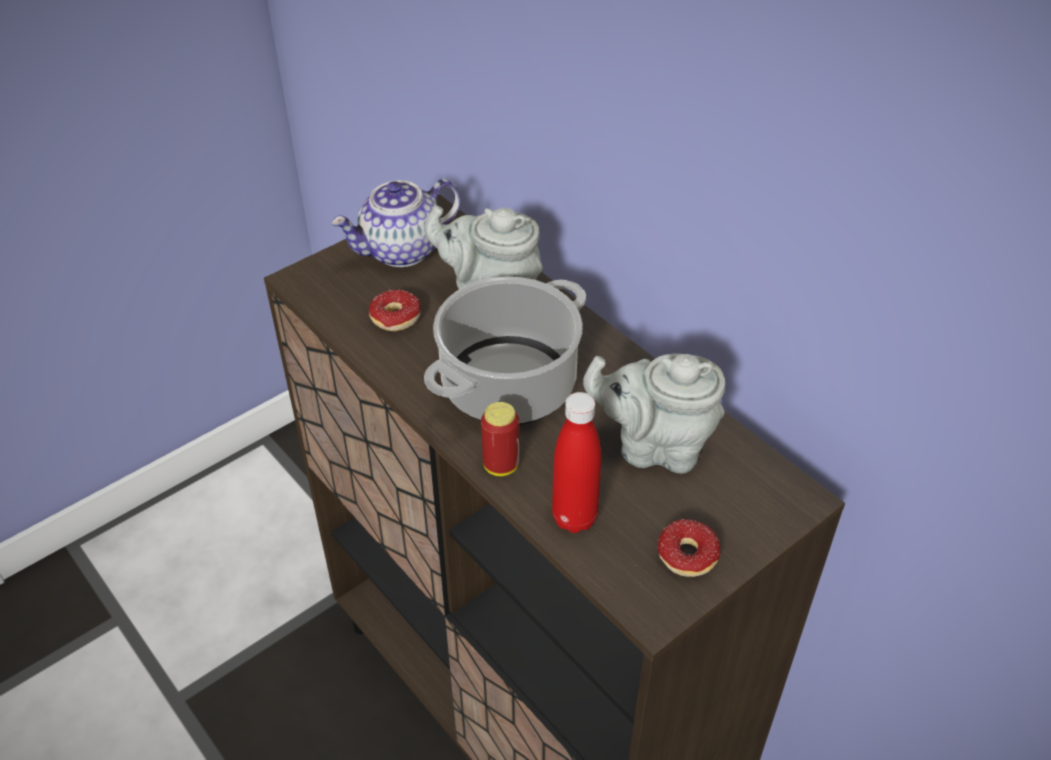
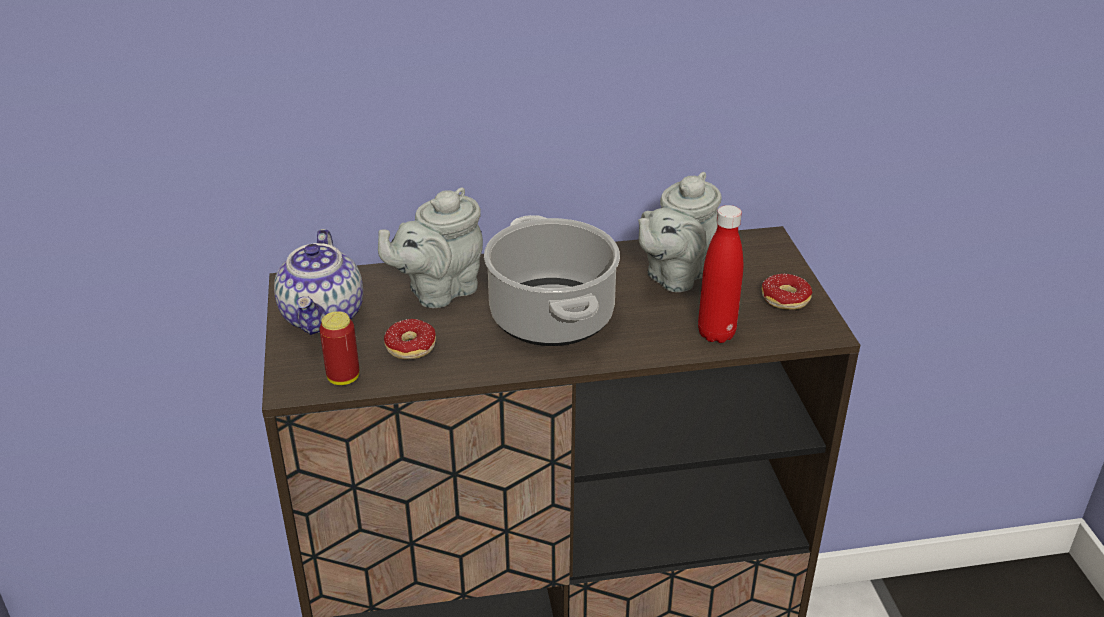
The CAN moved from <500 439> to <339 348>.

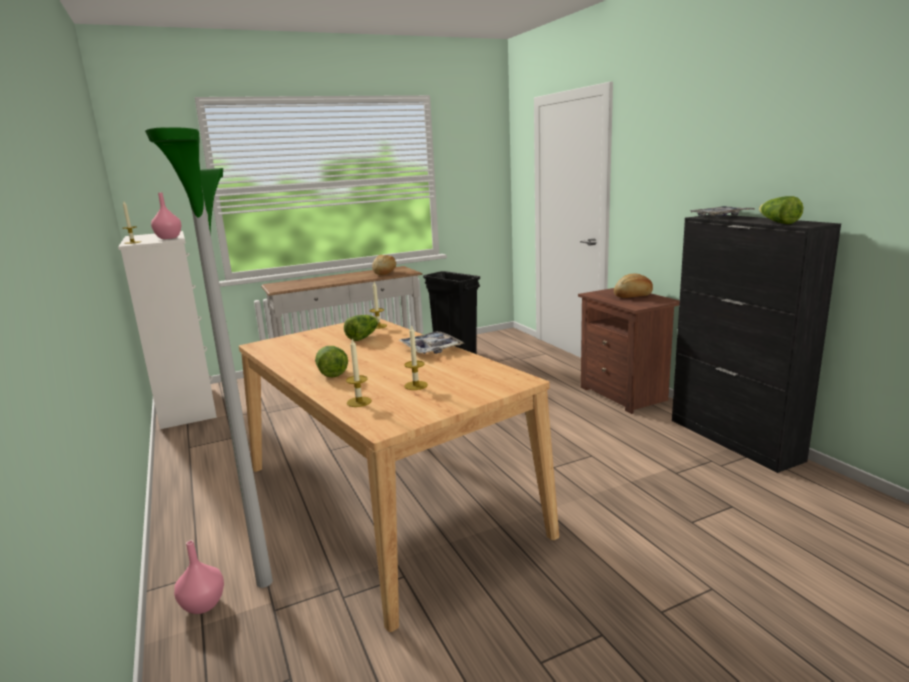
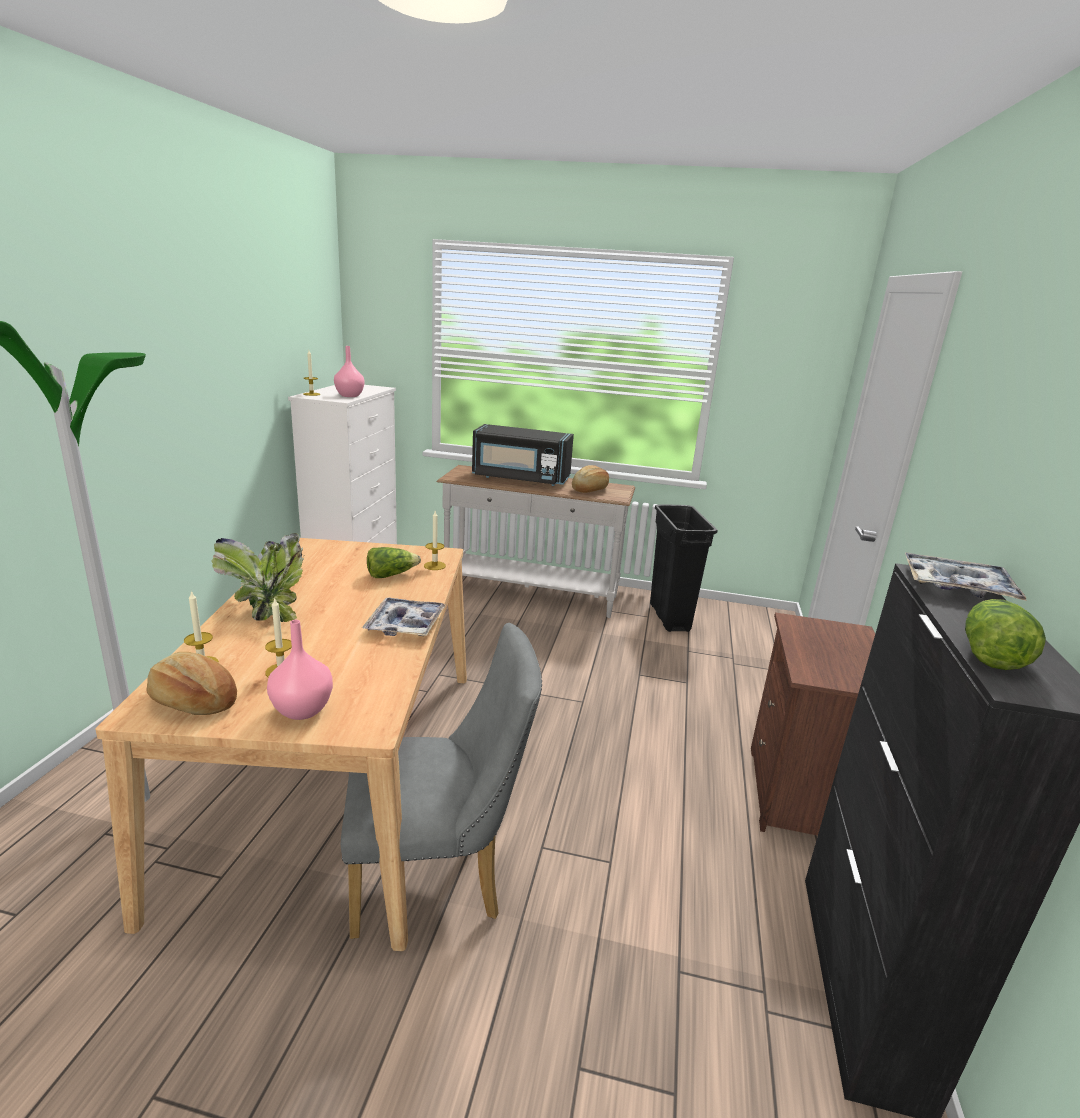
The PINK VASE moved from <199 577> to <300 670>. The LETTUCE at <331 362> was replaced by the POTTED PLANT at <258 577>. The BREAD moved from <633 286> to <192 683>. The GREY PLAIN CHAIR at <441 781> appeared. The BLACKISH MICROWAVE at <523 455> appeared.

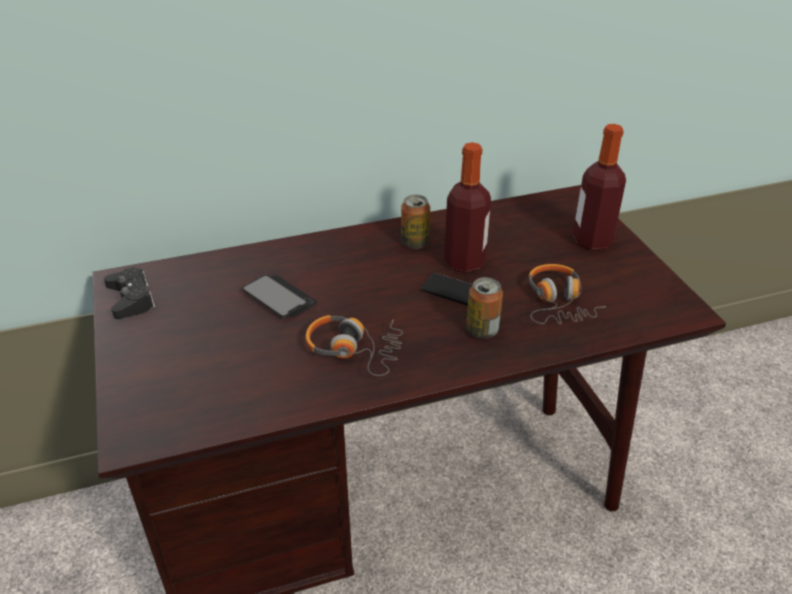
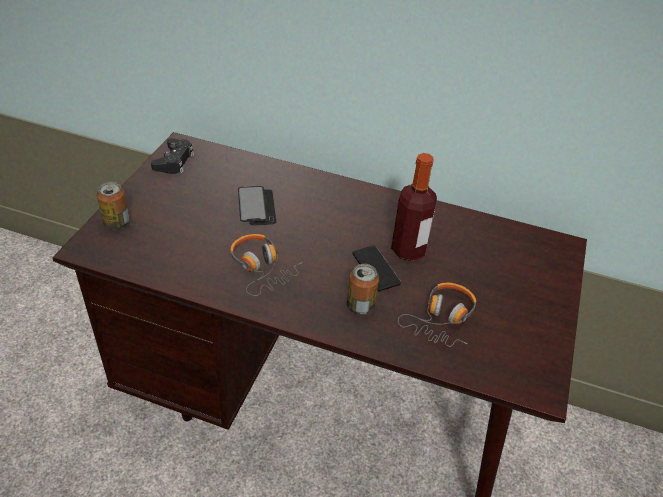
The CAN moved from <415 222> to <113 206>. The BOTTLE at <599 187> disappeared.

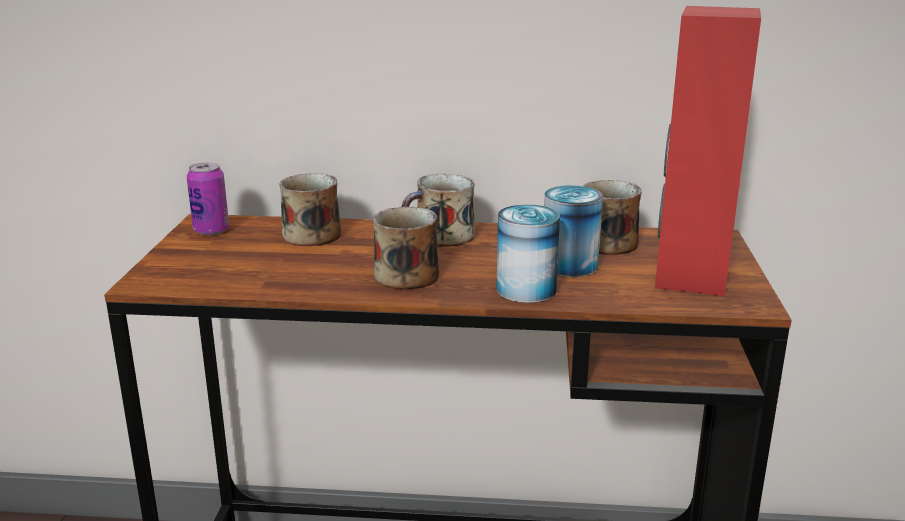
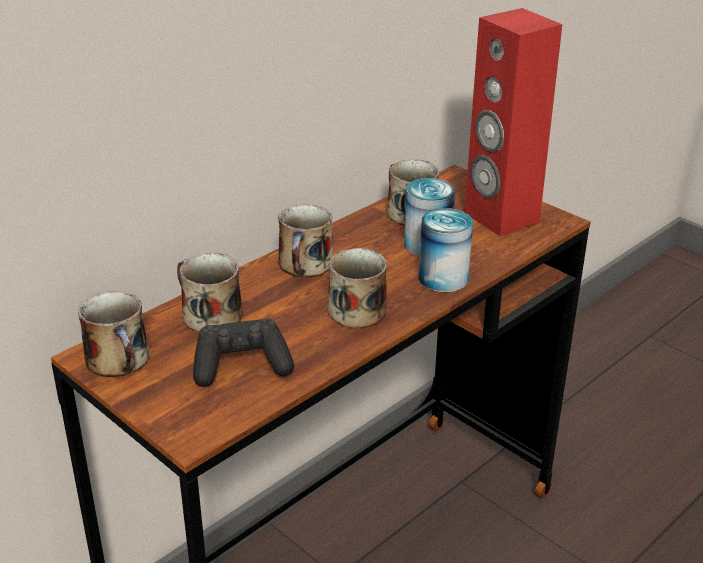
The CAN at <208 199> was replaced by the TEA MUG at <113 334>. The BLACKISH GAMEPAD at <243 352> appeared.

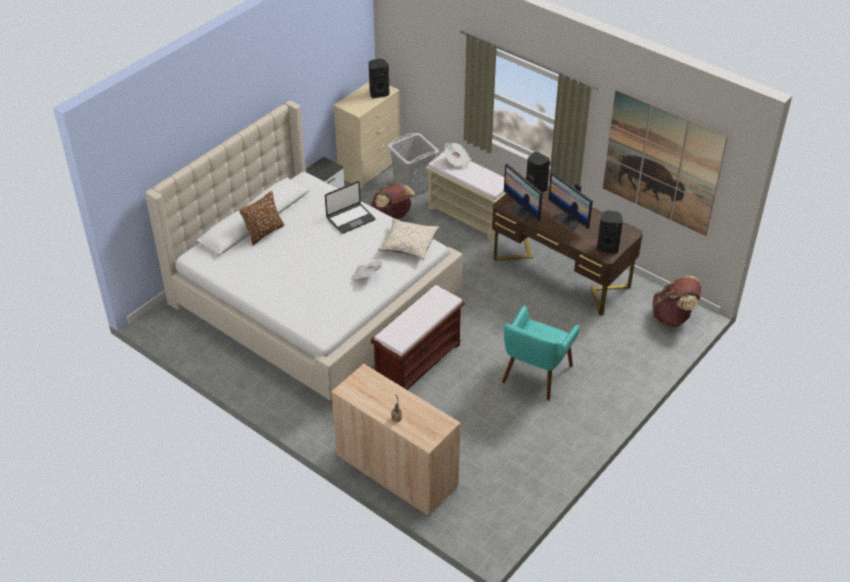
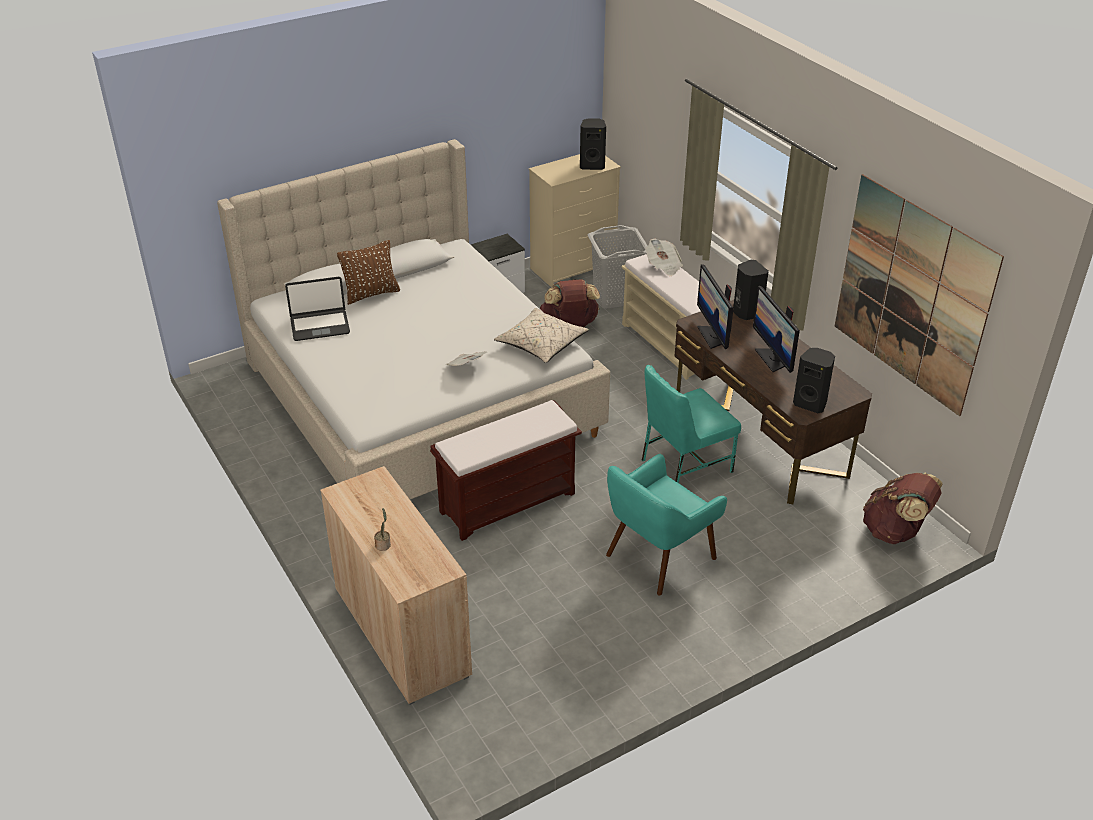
The NOTEBOOK COMPUTER moved from <350 207> to <317 309>. The BLUE-GREEN PLAIN CHAIR at <691 424> appeared.

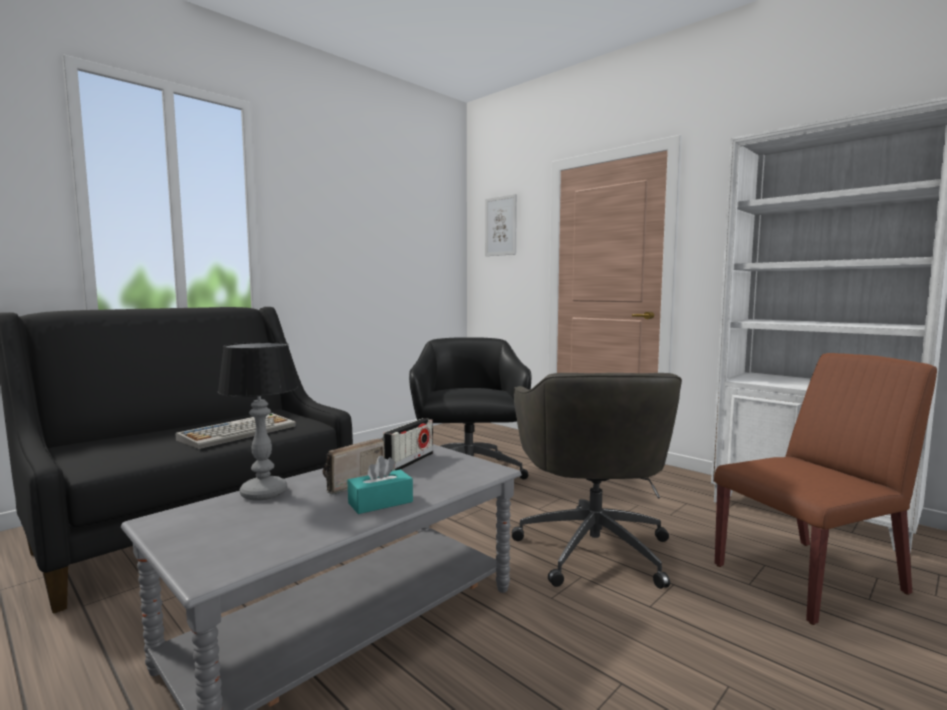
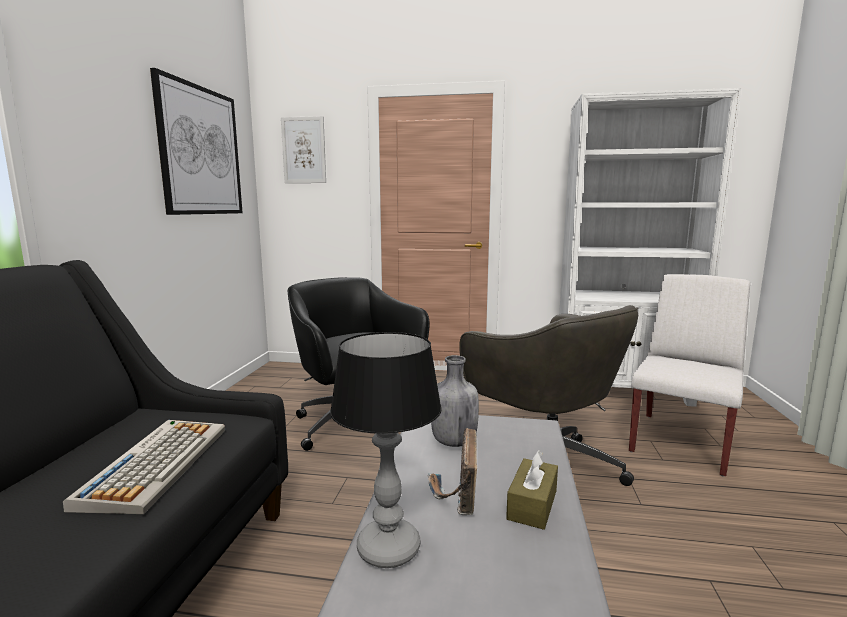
The BLUE-GREEN TISSUE BOX at <380 484> became the BROWN TISSUE BOX at <532 490>. The RADIO SET at <408 444> was replaced by the GREY BOTTLE at <455 401>. The BROWN PLAIN CHAIR at <825 489> became the WHITISH PLAIN CHAIR at <689 375>. The WALL ART at <196 141> appeared.

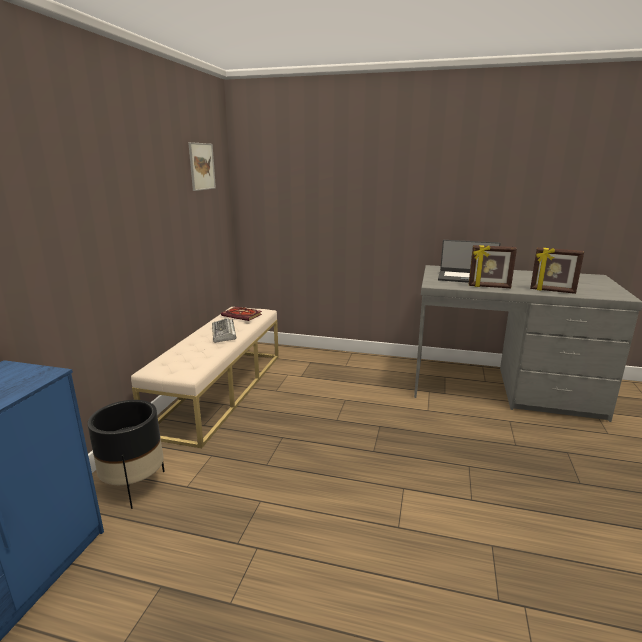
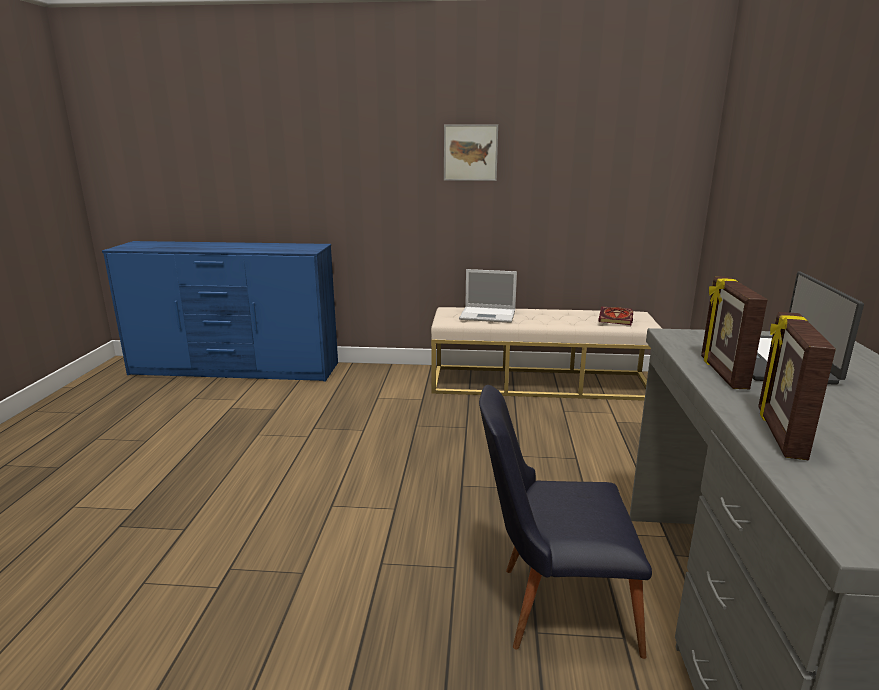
The BLACKISH PLANTER at <126 454> disappeared. The WALL ART moved from <202 166> to <471 152>. The COMPUTER KEYBOARD at <224 330> disappeared. The NOTEBOOK COMPUTER at <488 296> appeared. The BLACKISH PLAIN CHAIR at <565 522> appeared.

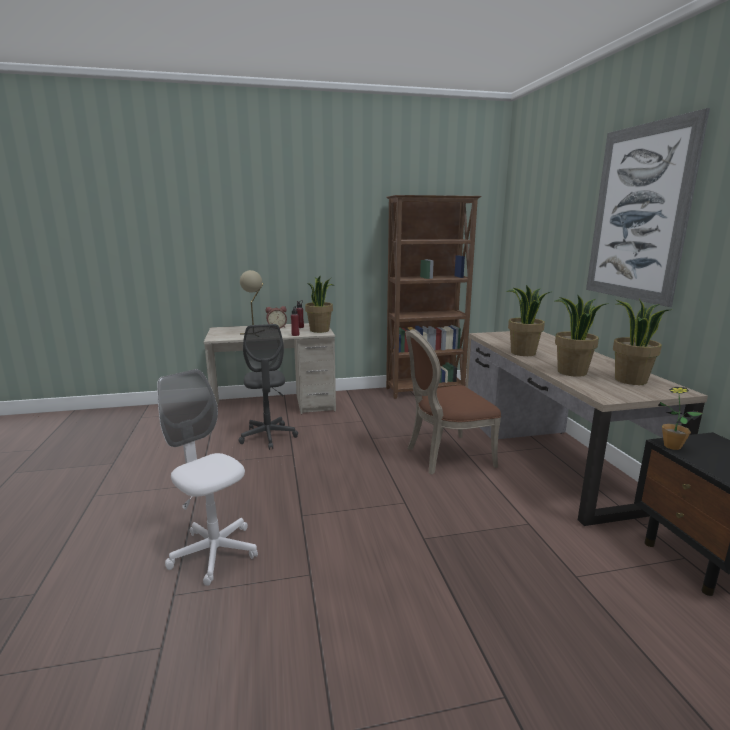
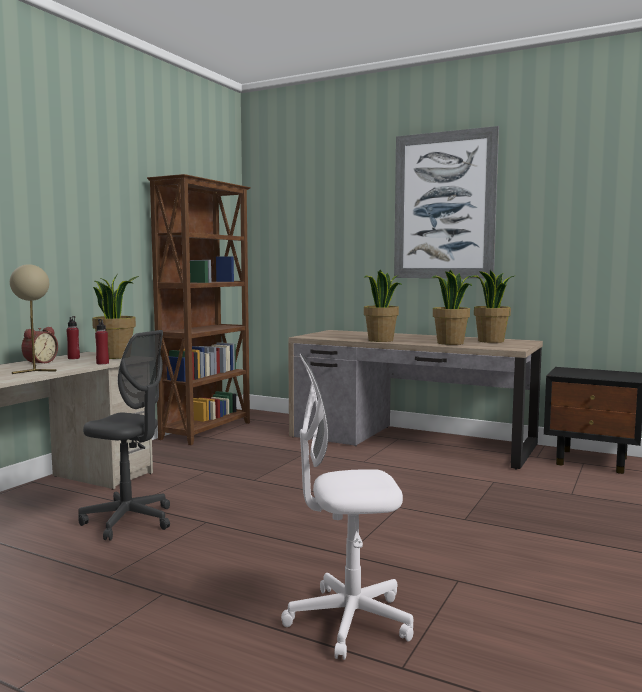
The BROWN PLAIN CHAIR at <453 401> disappeared. The POTTED PLANT at <680 418> disappeared.

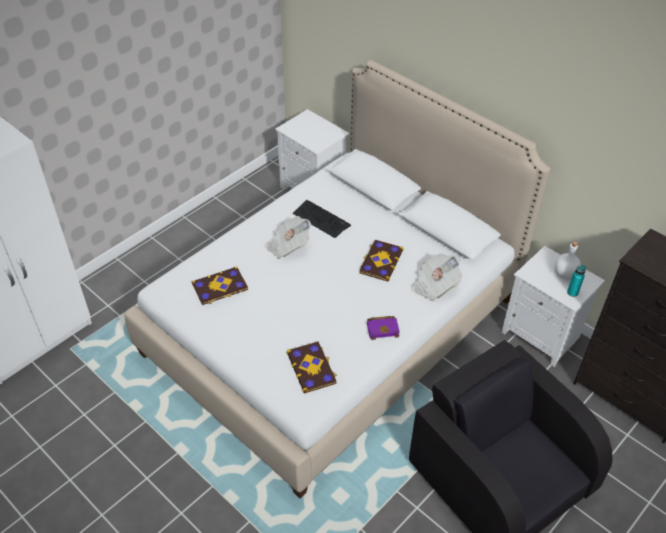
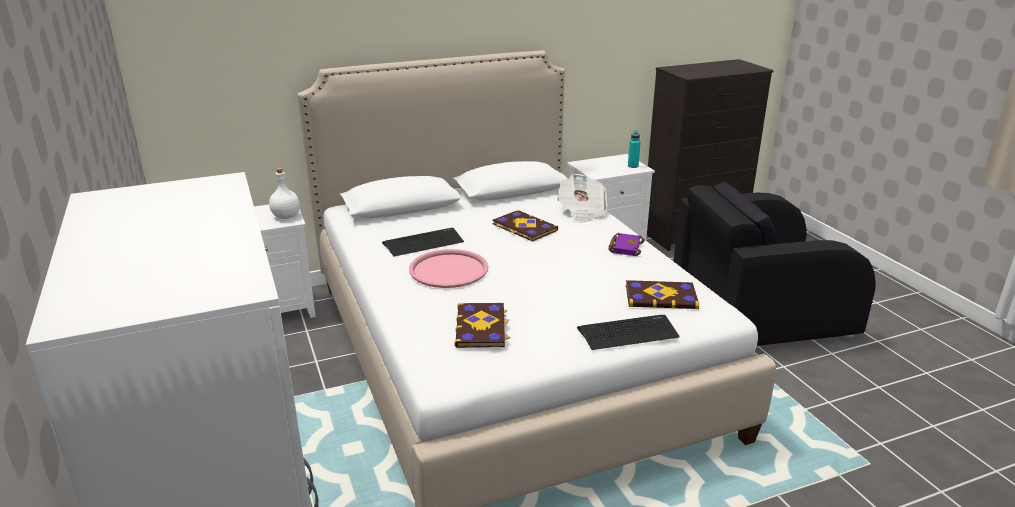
The DAILY PAPER at <288 237> was replaced by the PINK CARRYING TRAY at <448 268>. The WHITISH BOTTLE moved from <567 260> to <284 193>. The COMPUTER KEYBOARD at <628 332> appeared.

